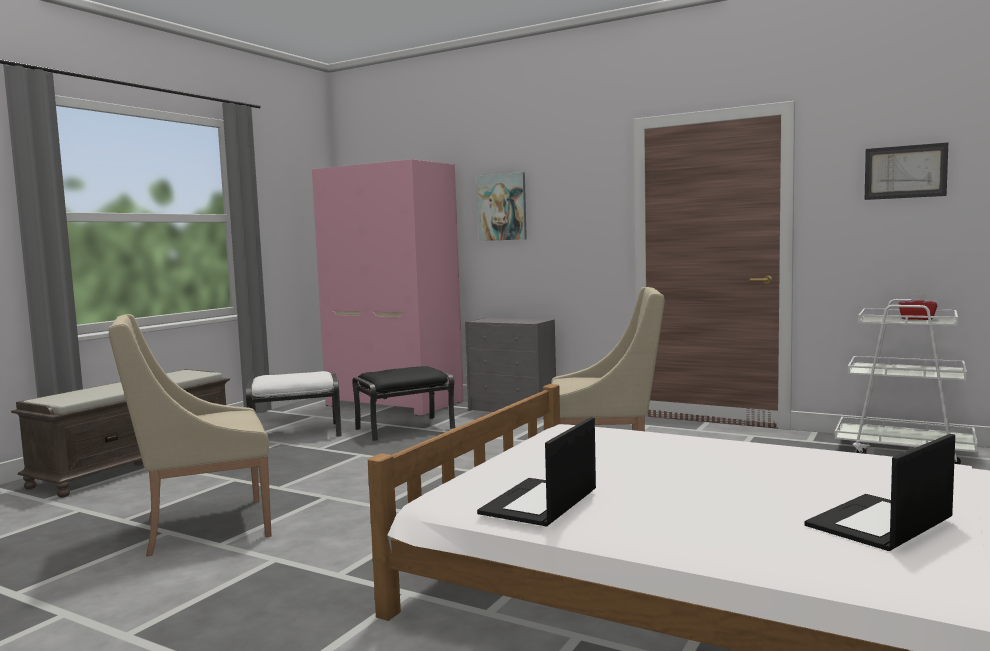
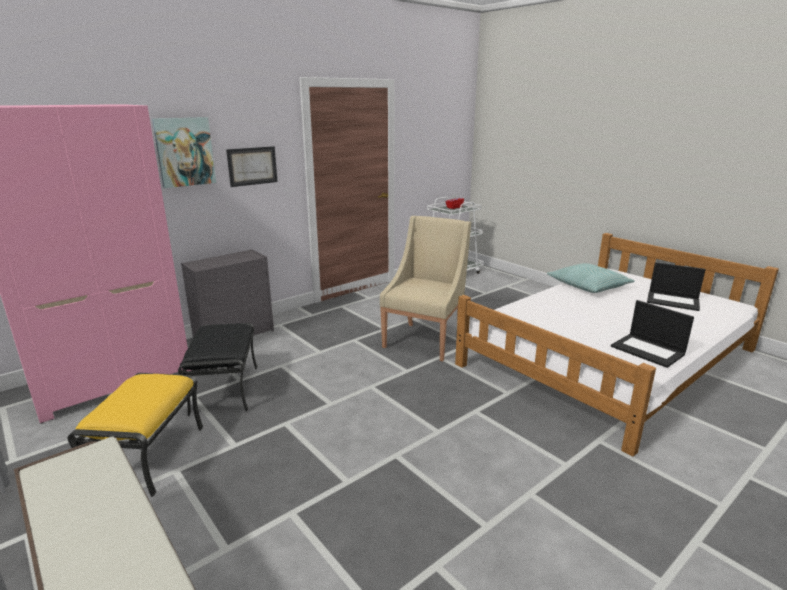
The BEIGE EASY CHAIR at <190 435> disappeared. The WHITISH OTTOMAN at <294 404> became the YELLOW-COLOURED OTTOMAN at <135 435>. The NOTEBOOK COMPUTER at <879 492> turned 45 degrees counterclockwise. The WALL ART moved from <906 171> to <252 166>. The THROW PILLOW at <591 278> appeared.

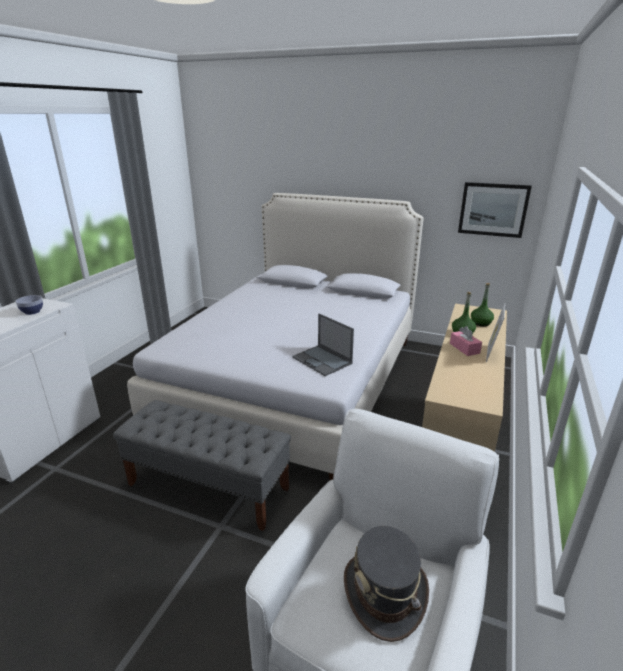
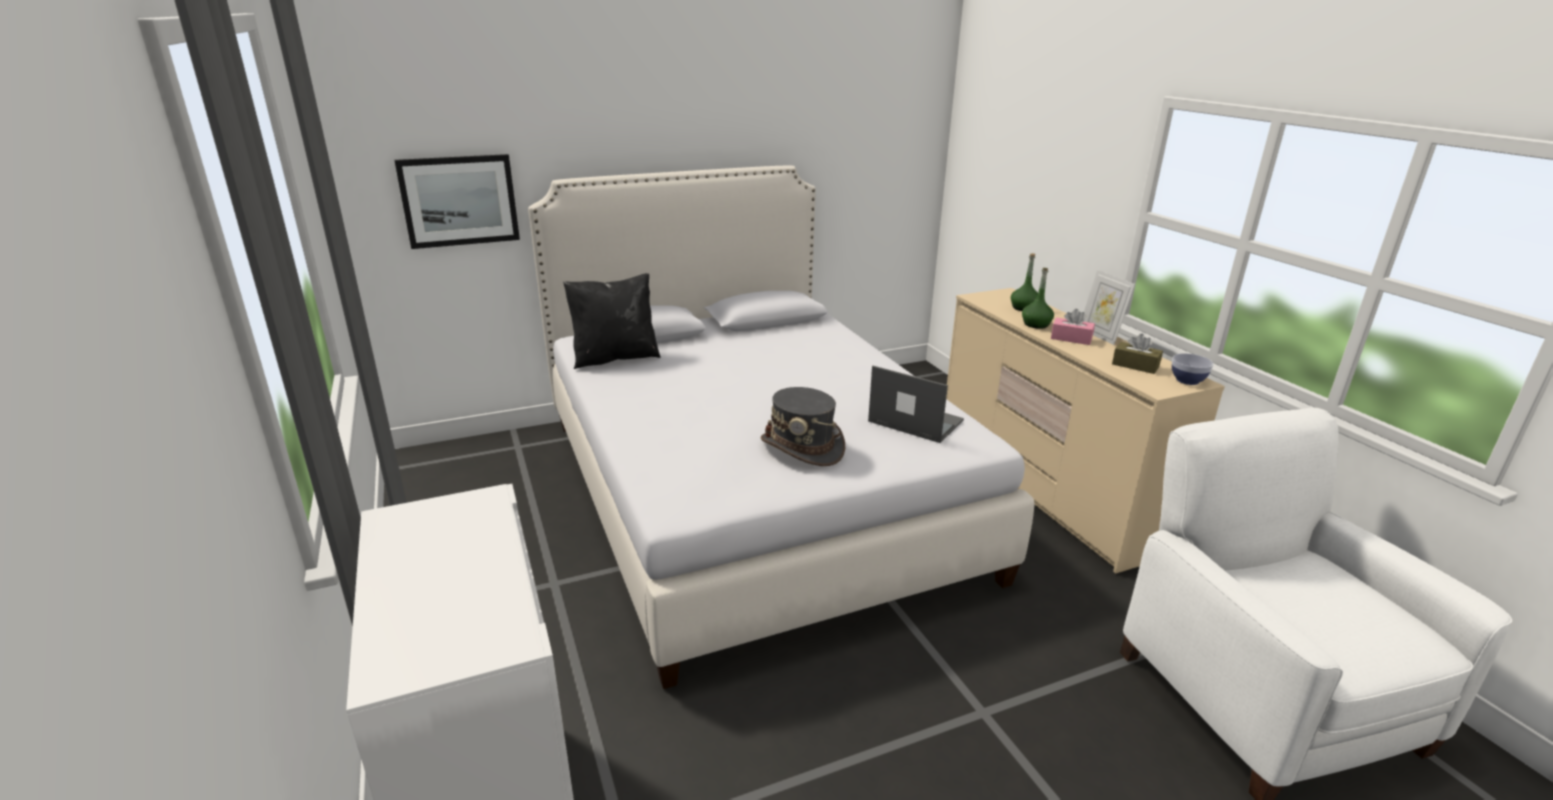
The SERVING BOWL moved from <29 305> to <1192 369>. The GREY INDOOR BENCH at <202 465> disappeared. The NOTEBOOK COMPUTER at <323 344> turned 150 degrees counterclockwise. The GREY WEARABLE HAT moved from <386 584> to <803 426>. The WALL ART moved from <495 210> to <457 201>. The BLACKISH THROW PILLOW at <612 321> appeared. The BROWN TISSUE BOX at <1137 354> appeared.

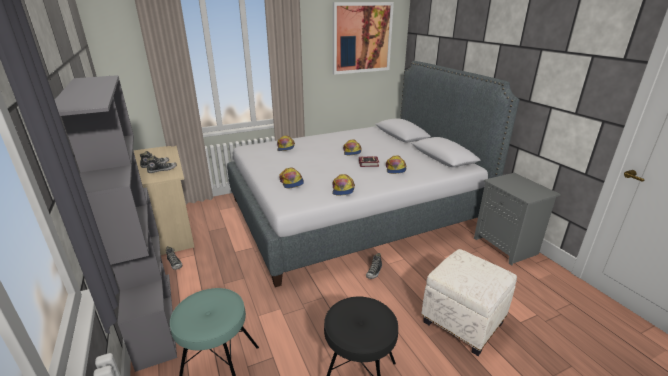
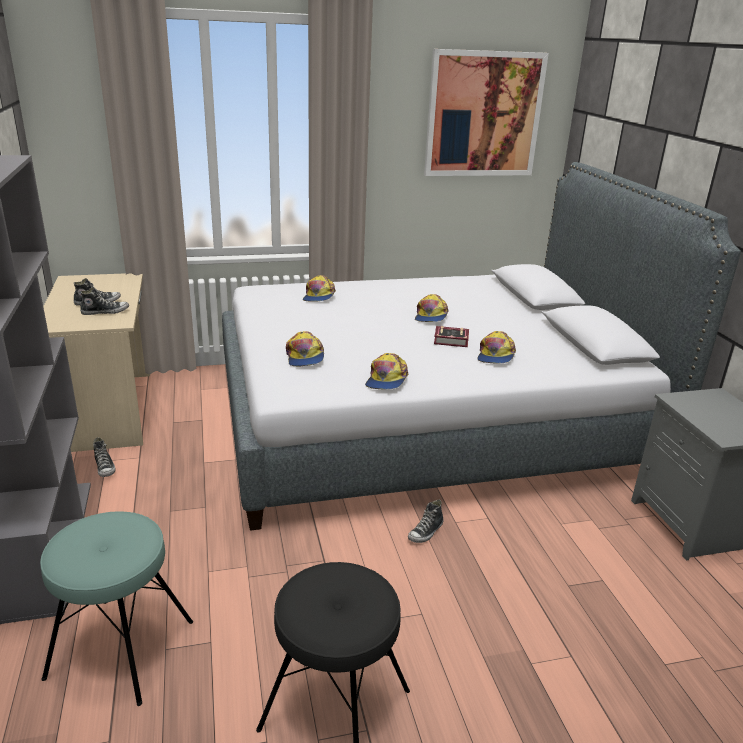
The WHITISH OTTOMAN at <469 302> disappeared.

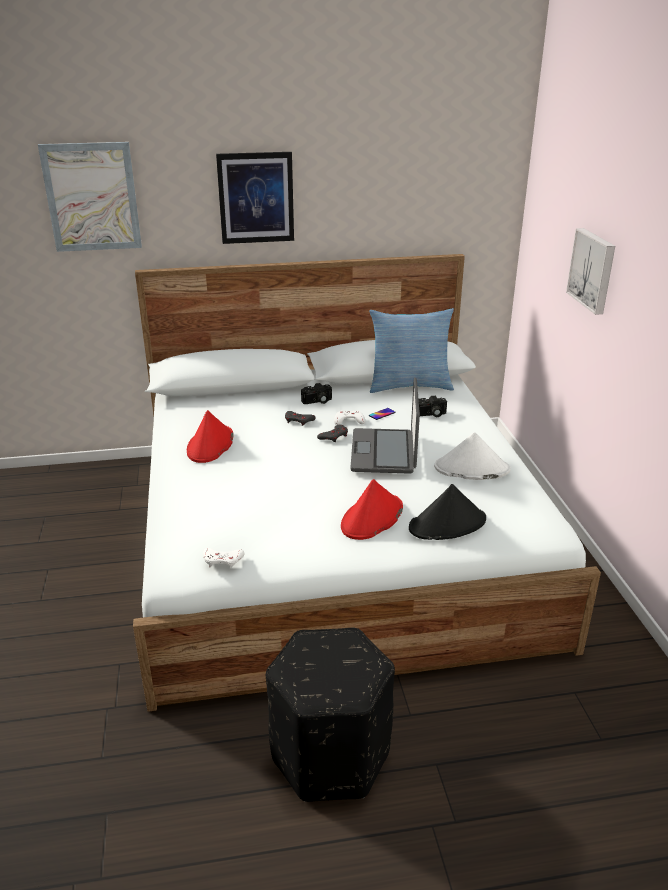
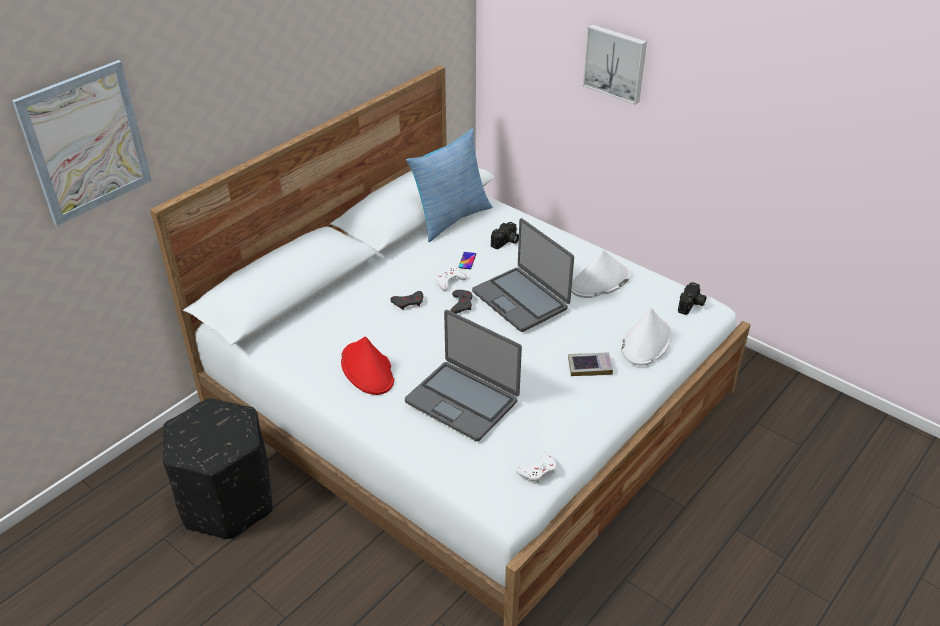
The WALL ART at <255 198> disappeared. The BLACKISH OTTOMAN moved from <330 715> to <218 468>. The PHOTO CAMERA moved from <316 393> to <692 298>. The REDDISH WEARABLE HAT at <372 509> was replaced by the BOUND BOOK at <590 364>. The BLACKISH WEARABLE HAT at <447 512> became the WHITISH WEARABLE HAT at <646 336>. The NOTEBOOK COMPUTER at <463 375> appeared.

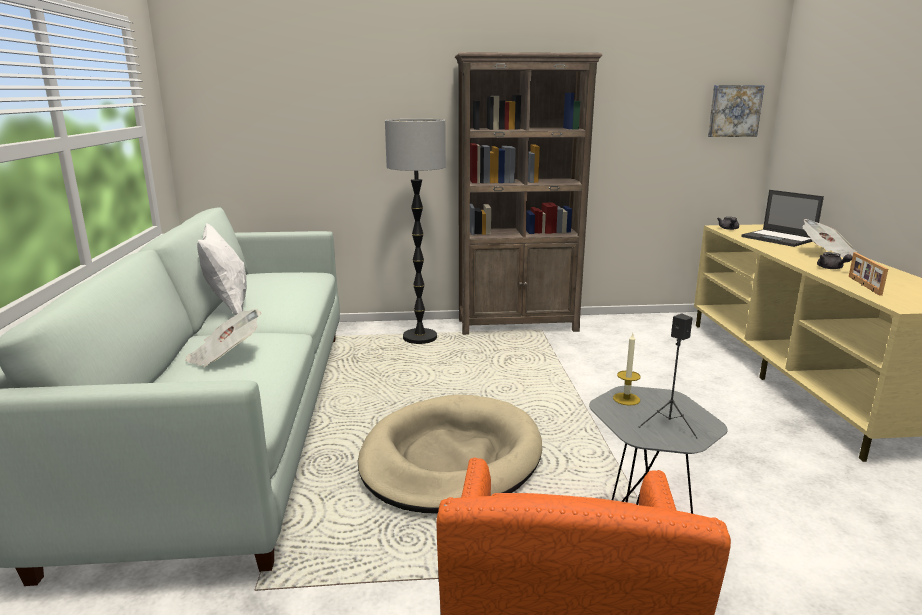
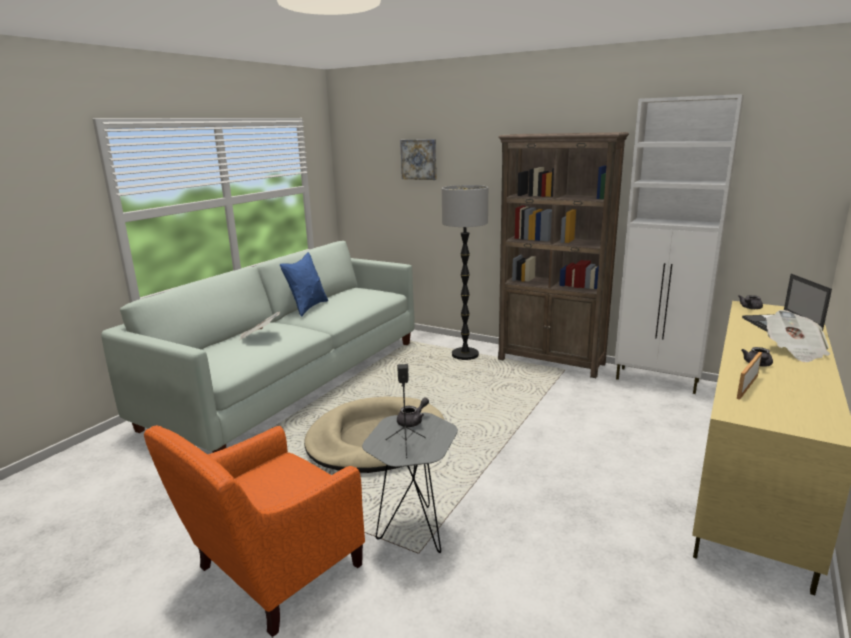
The WHITISH THROW PILLOW at <222 269> became the BLUISH THROW PILLOW at <304 284>. The WAX CANDLE at <627 369> was replaced by the GREY TEA POT at <413 412>. The WALL ART moved from <736 111> to <418 159>. The WHITISH STORAGE CABINET at <679 244> appeared.

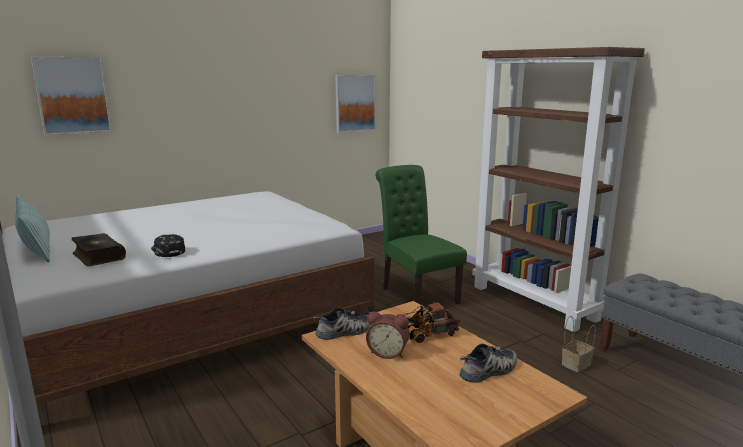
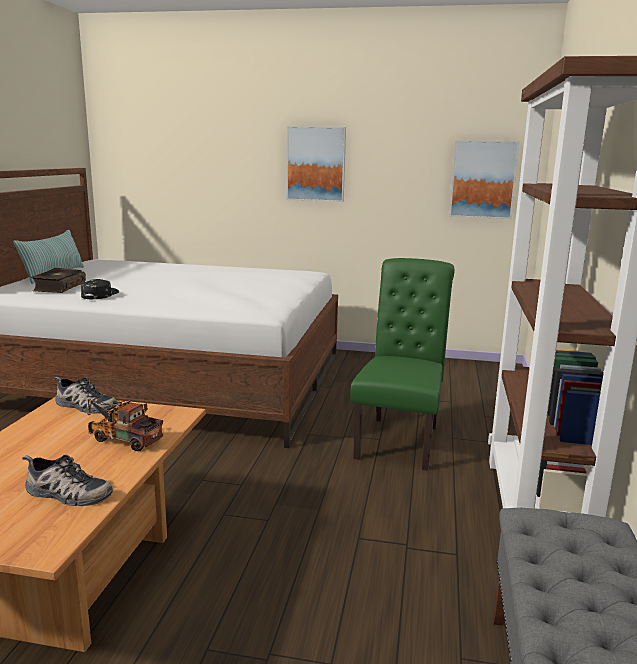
The WALL ART moved from <71 96> to <316 164>. The TABLE CLOCK at <387 335> disappeared. The BASKET at <579 344> disappeared.

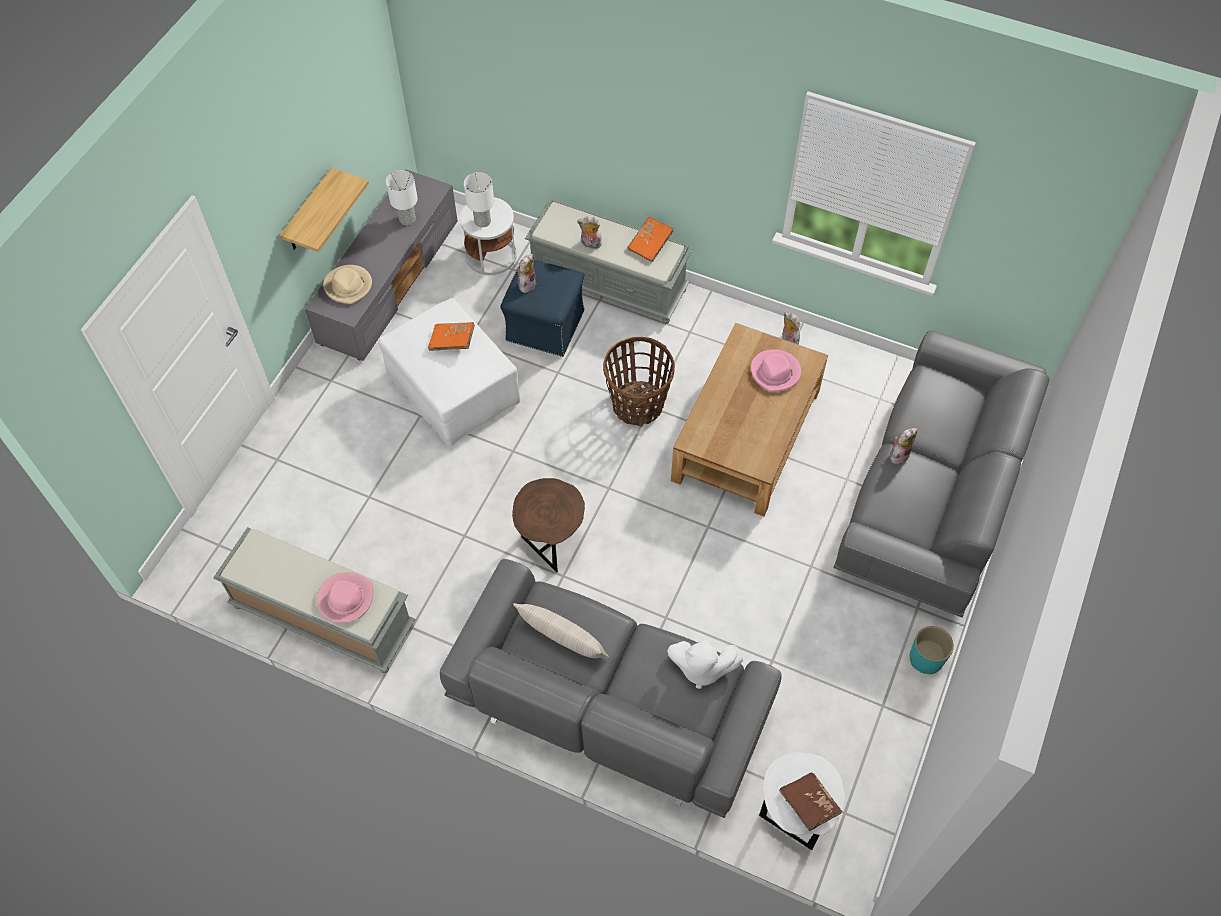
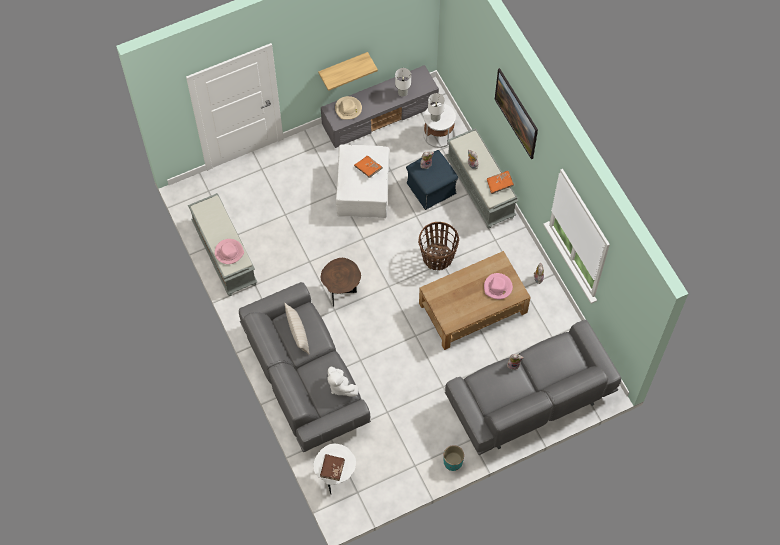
The WALL ART at <516 113> appeared.

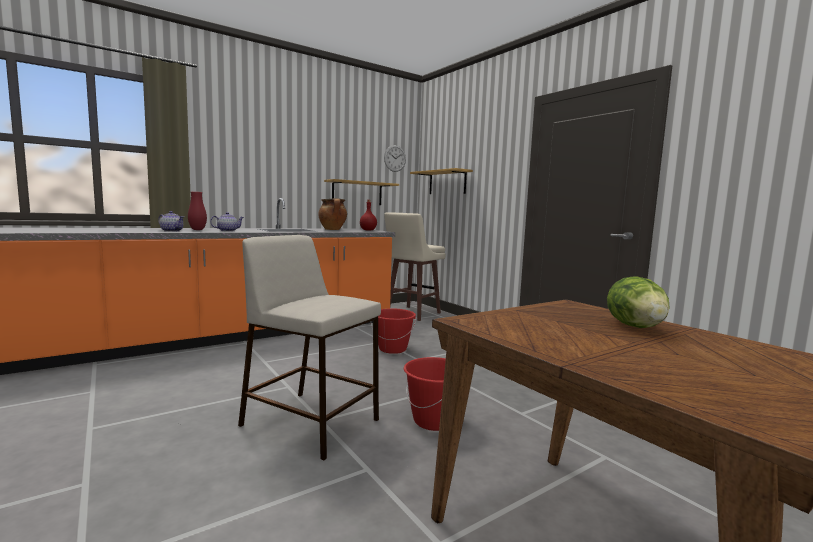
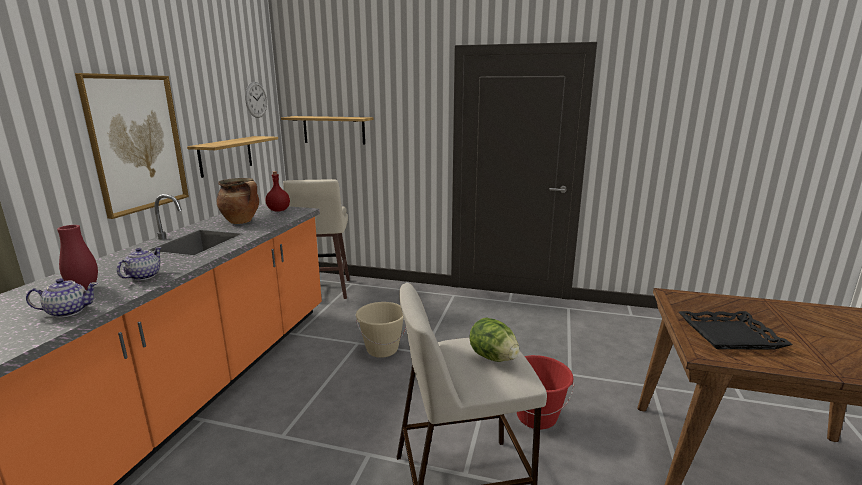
The REDDISH PAIL at <393 331> became the BEIGE PAIL at <381 330>. The LETTUCE moved from <638 302> to <494 340>. The WALL ART at <132 146> appeared. The BLACKISH CARRYING TRAY at <736 330> appeared.

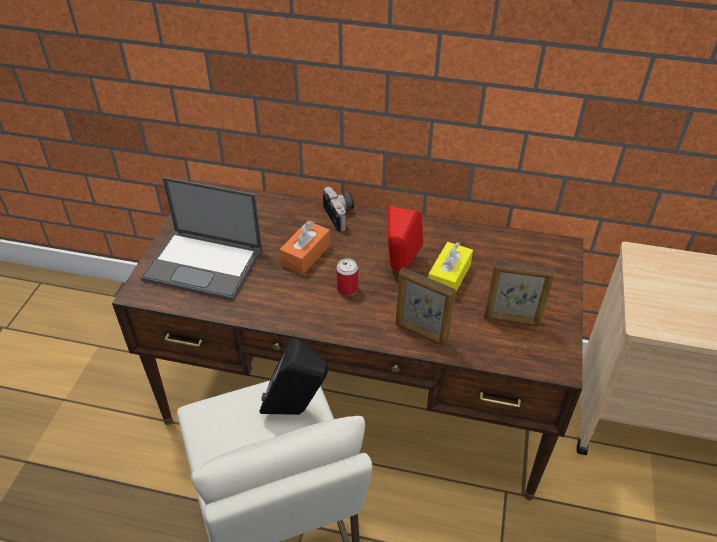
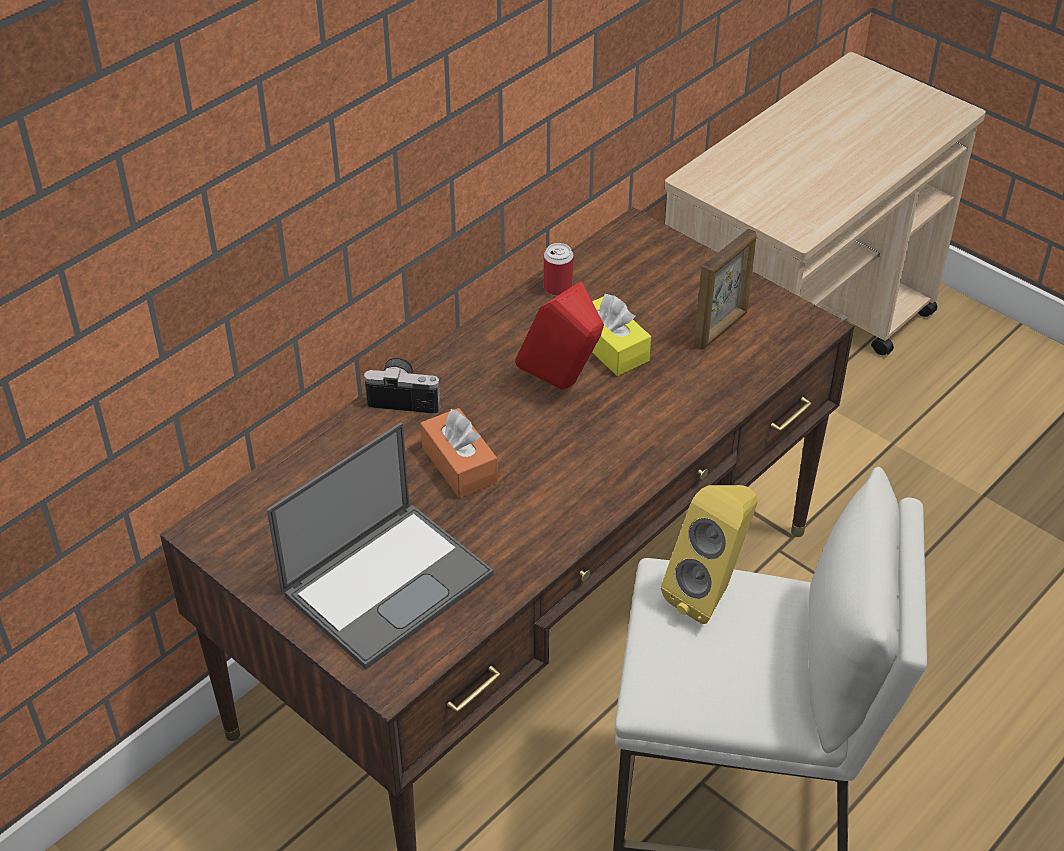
The BLACKISH LOUDSPEAKER at <294 376> became the YELLOW-COLOURED LOUDSPEAKER at <709 554>. The CAN moved from <347 277> to <558 269>. The STANDING FRAME at <426 306> disappeared.

